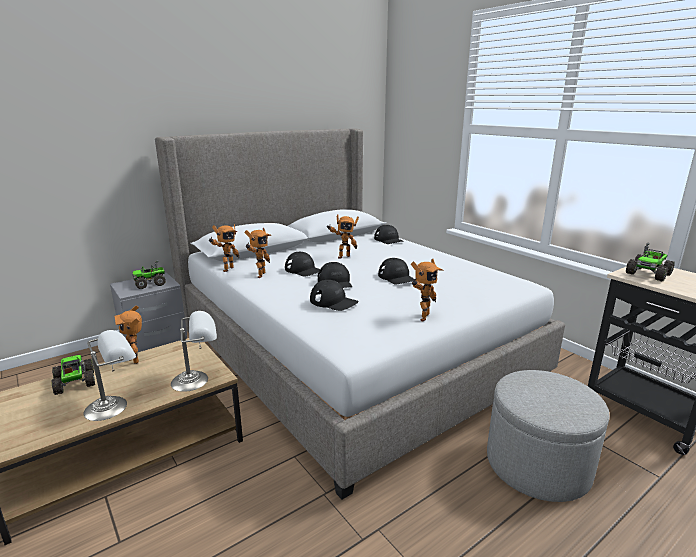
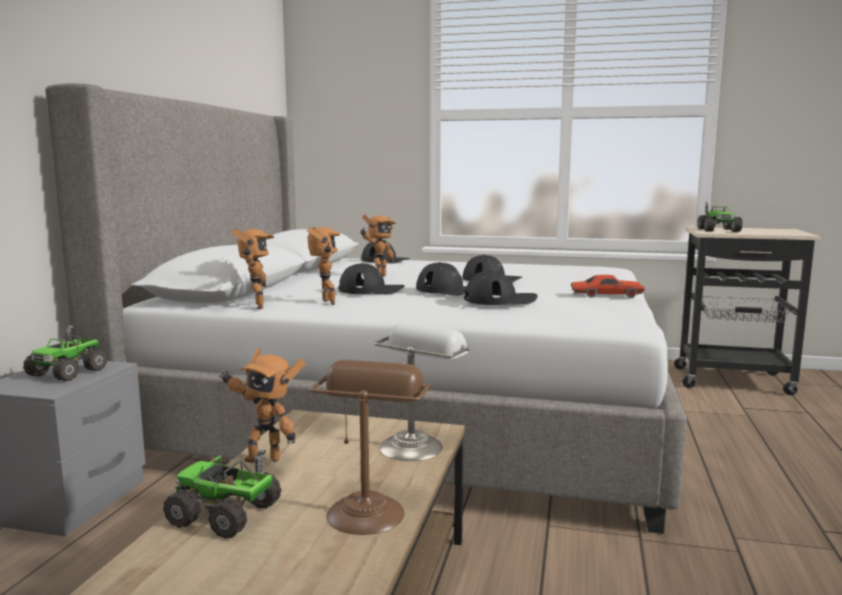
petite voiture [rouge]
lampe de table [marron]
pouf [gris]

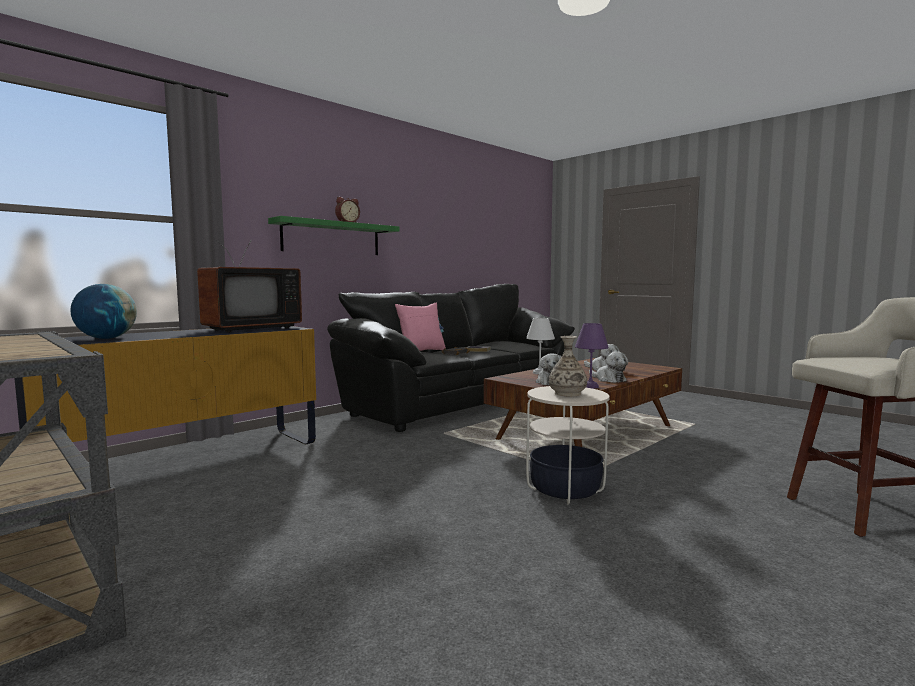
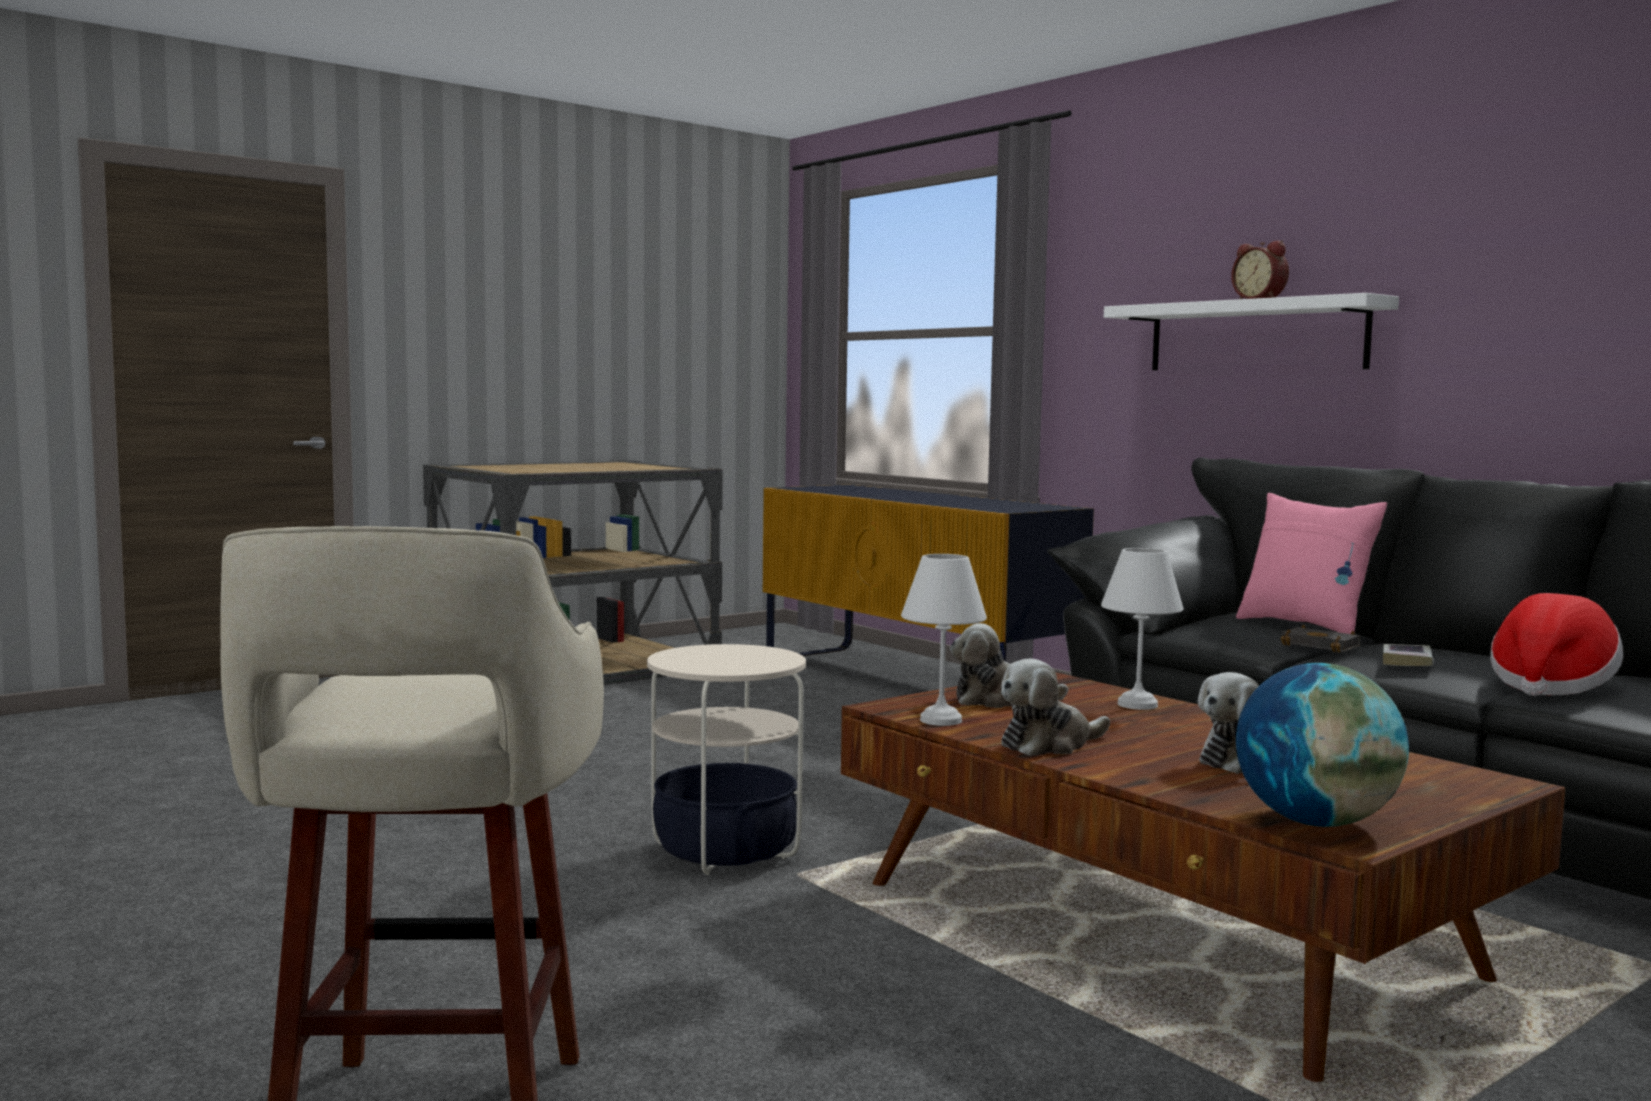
étagère [blanc]
téléviseur
globe
lampe de table [blanc] (no. 1 from left)
vase
chapeau

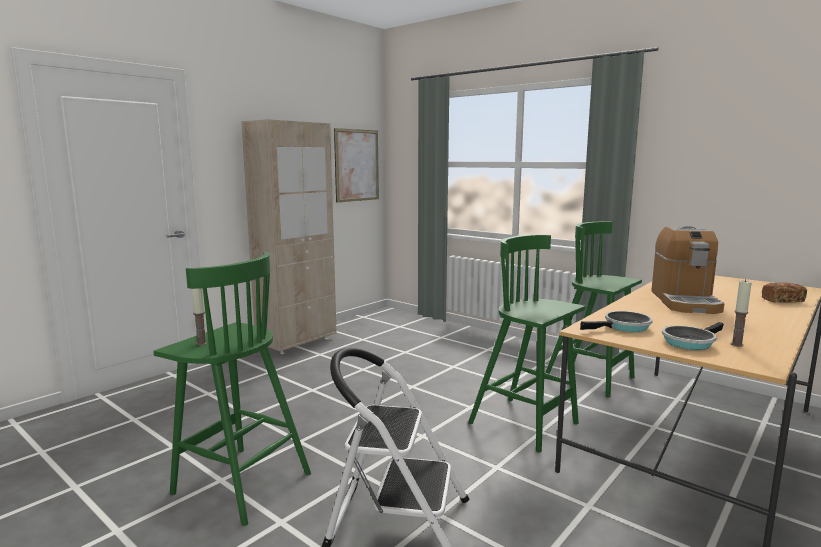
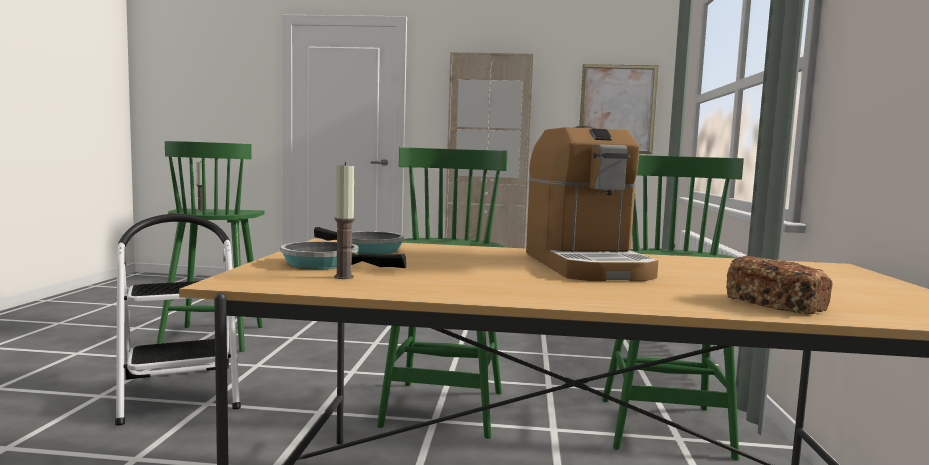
machine à café

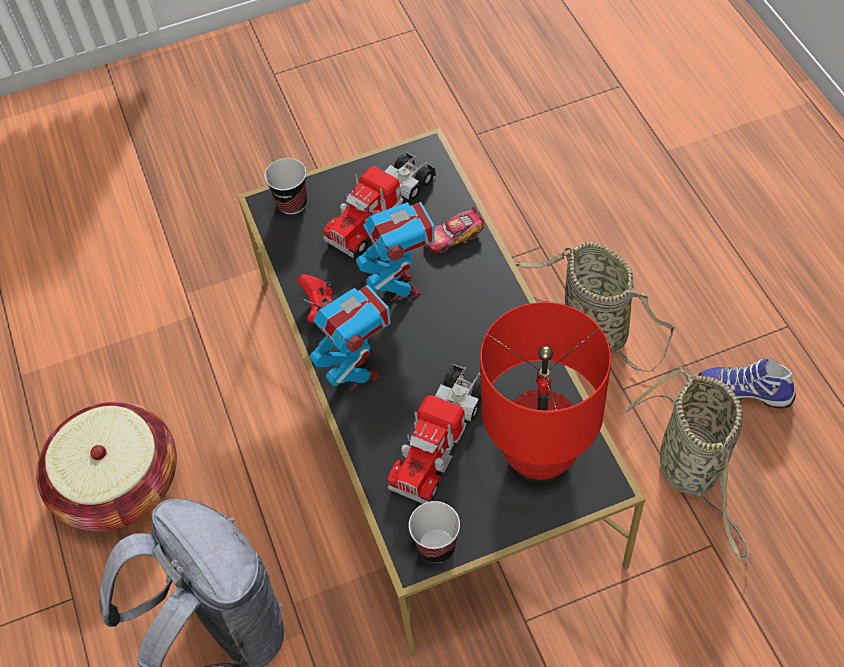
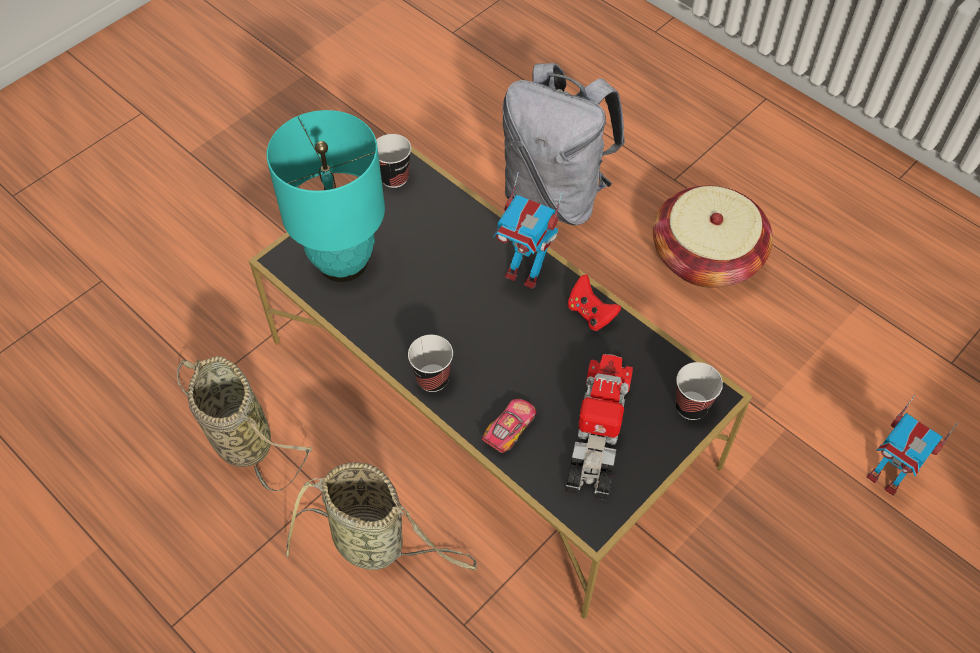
robot jouet (no. 2 from left)
lampe de table [turquoise]
chaussure
camion jouet (no. 2 from left in the first image)
tasse (no. 2 from left)

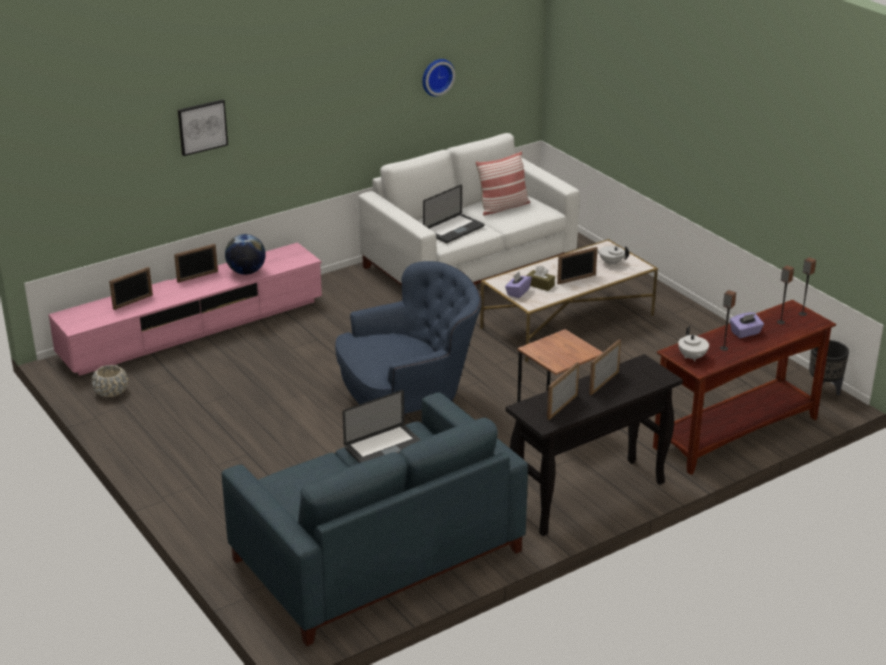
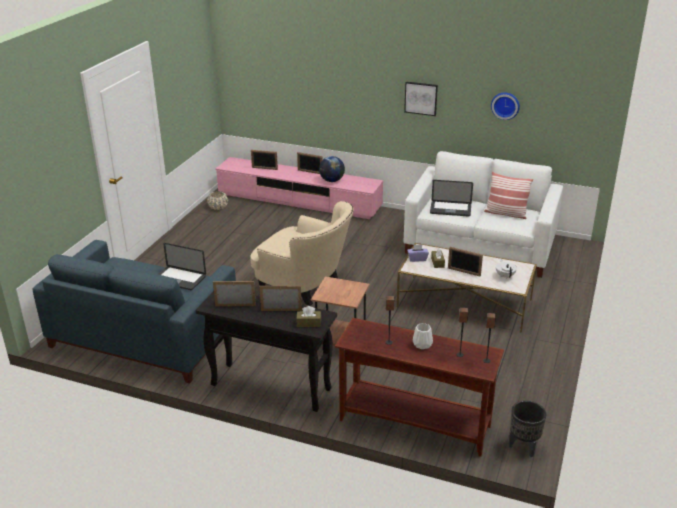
tableau
fauteuil [beige]
vase [blanc]
théière [blanc] (no. 2 from left in the first image)
boîte à mouchoirs [marron] (no. 1 from left)

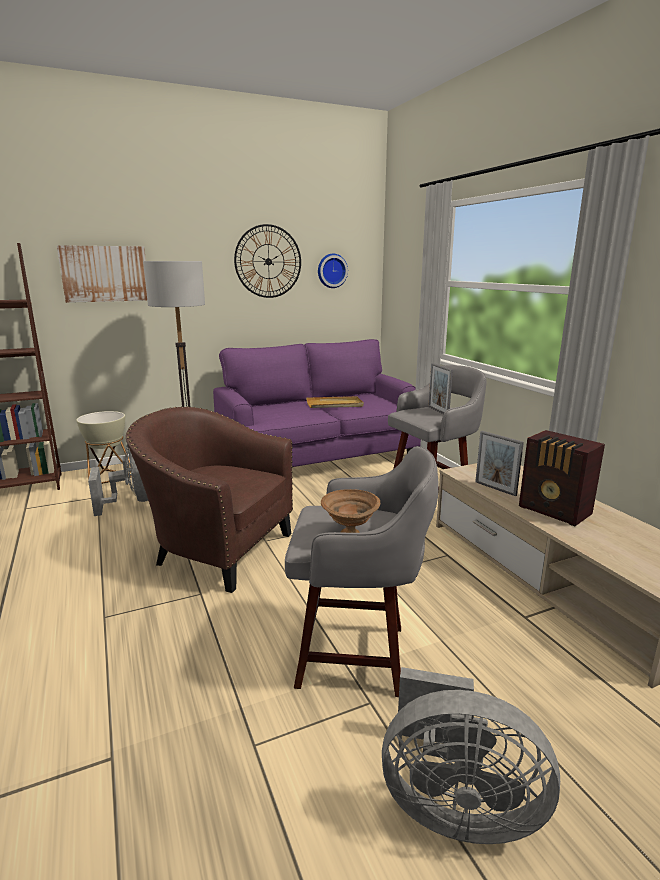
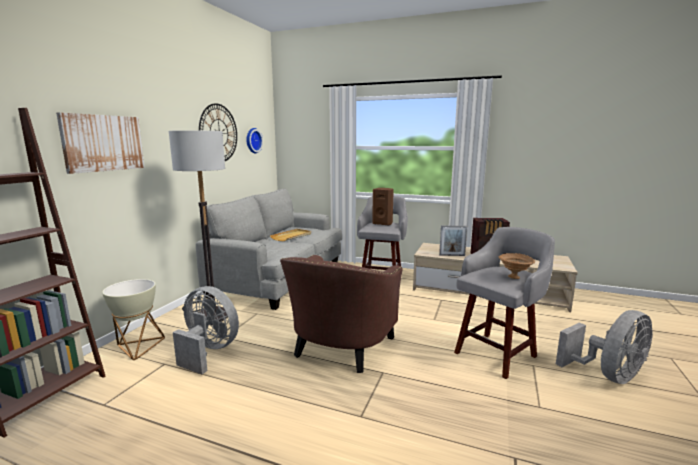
canapé [gris]
enceinte [marron]
fauteuil [marron]

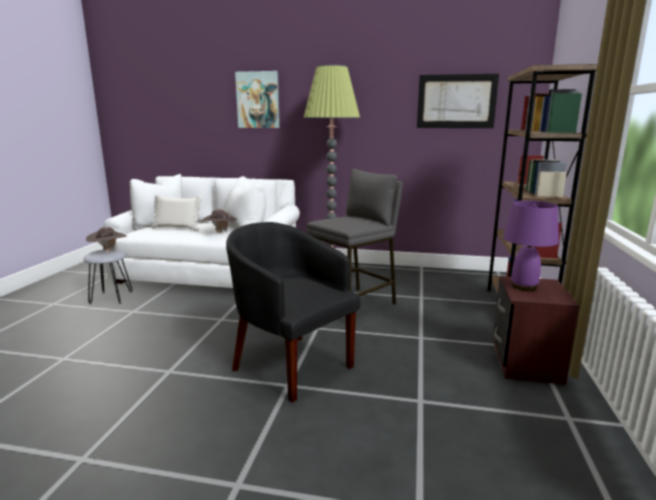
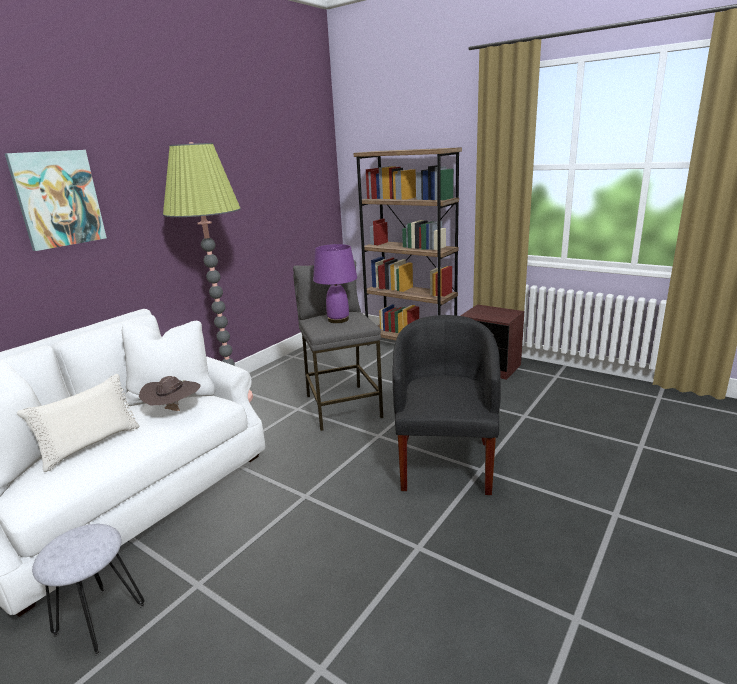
tableau (no. 2 from left in the first image)
lampe de table [violet]
fauteuil [noir]
chapeau [marron] (no. 1 from left in the first image)

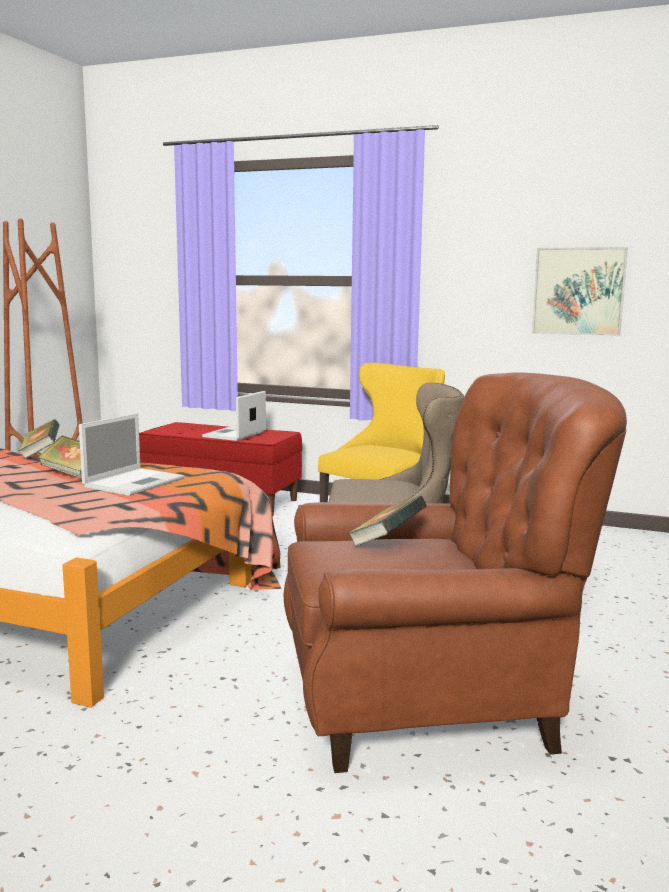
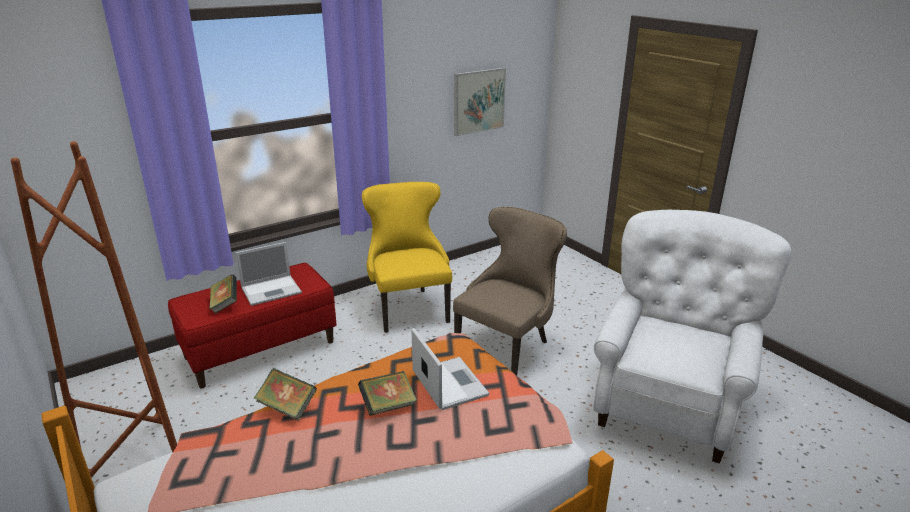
fauteuil [blanc]
ordinateur portable (no. 1 from left)
livre (no. 1 from left)

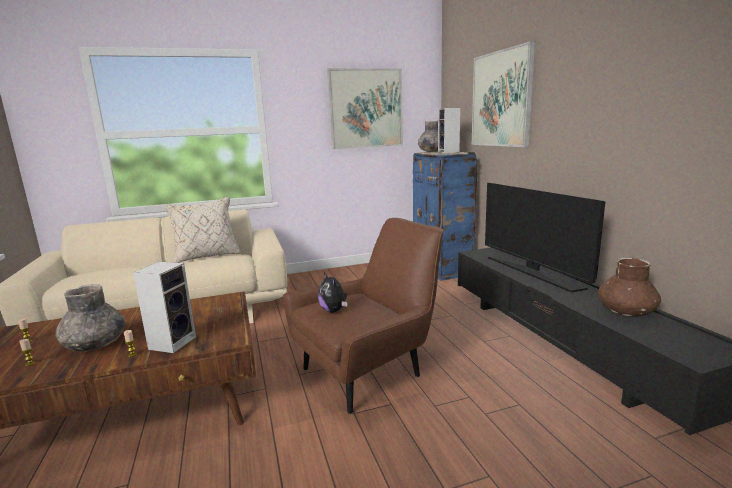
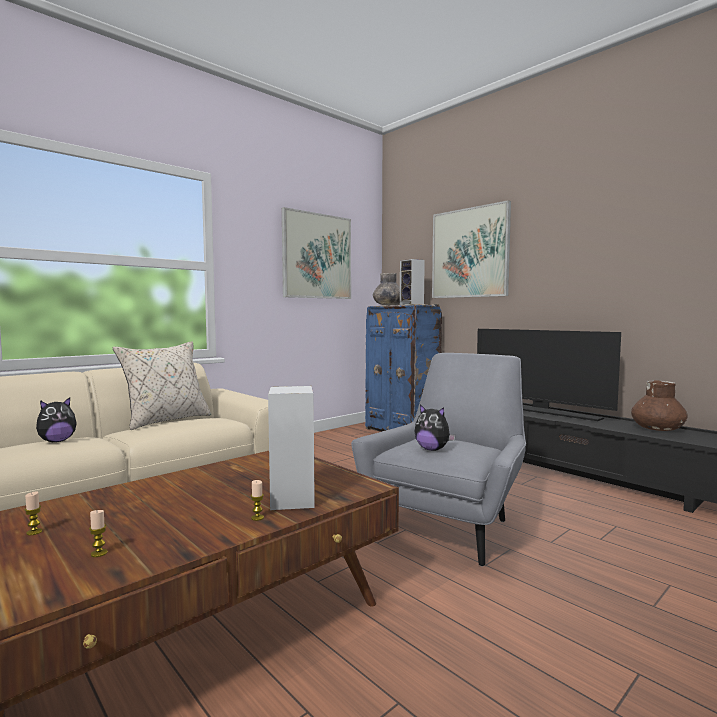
fauteuil [gris]
vase [gris] (no. 1 from left in the first image)
peluche (no. 1 from left)

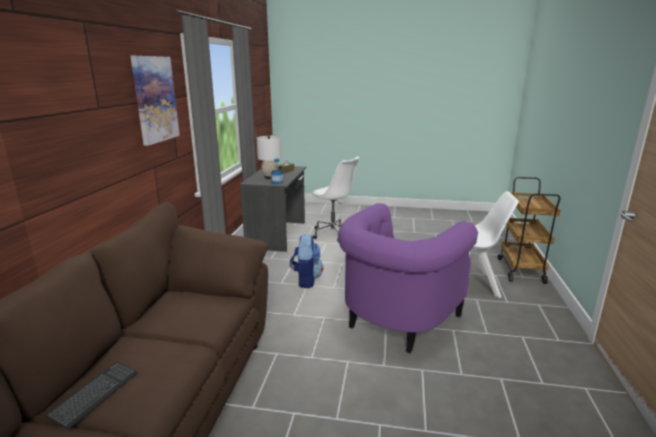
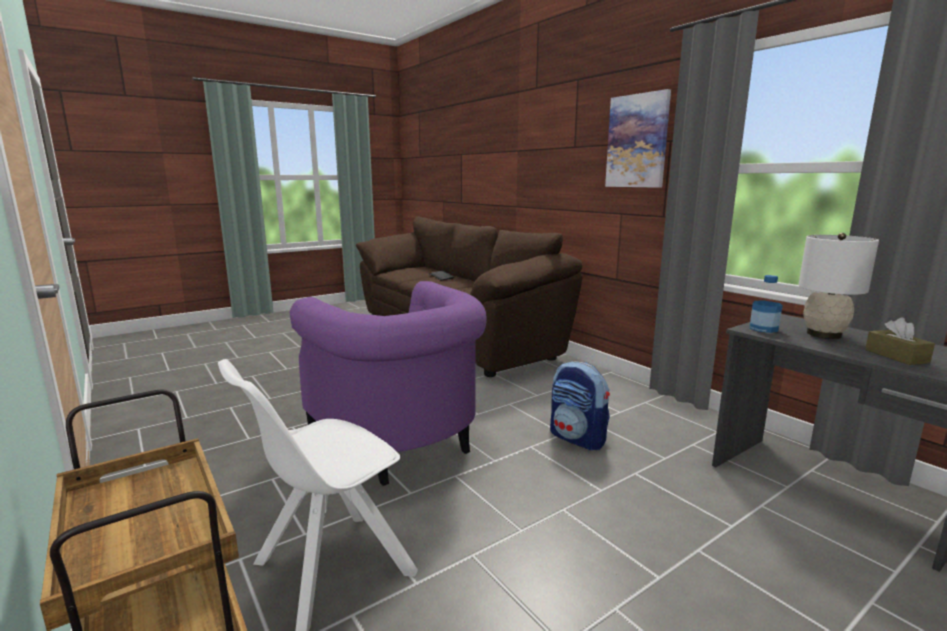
chaise de bureau [blanc]
fauteuil [violet]

